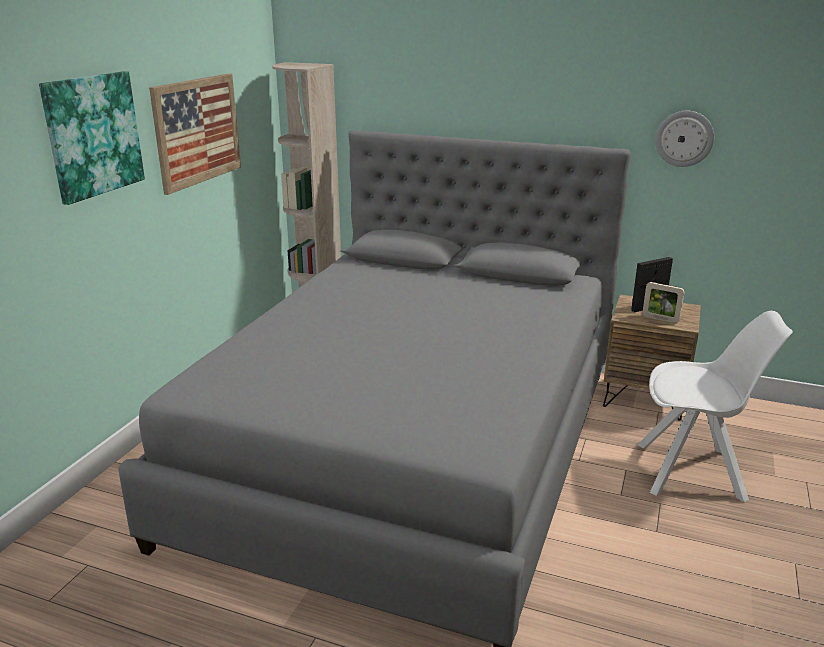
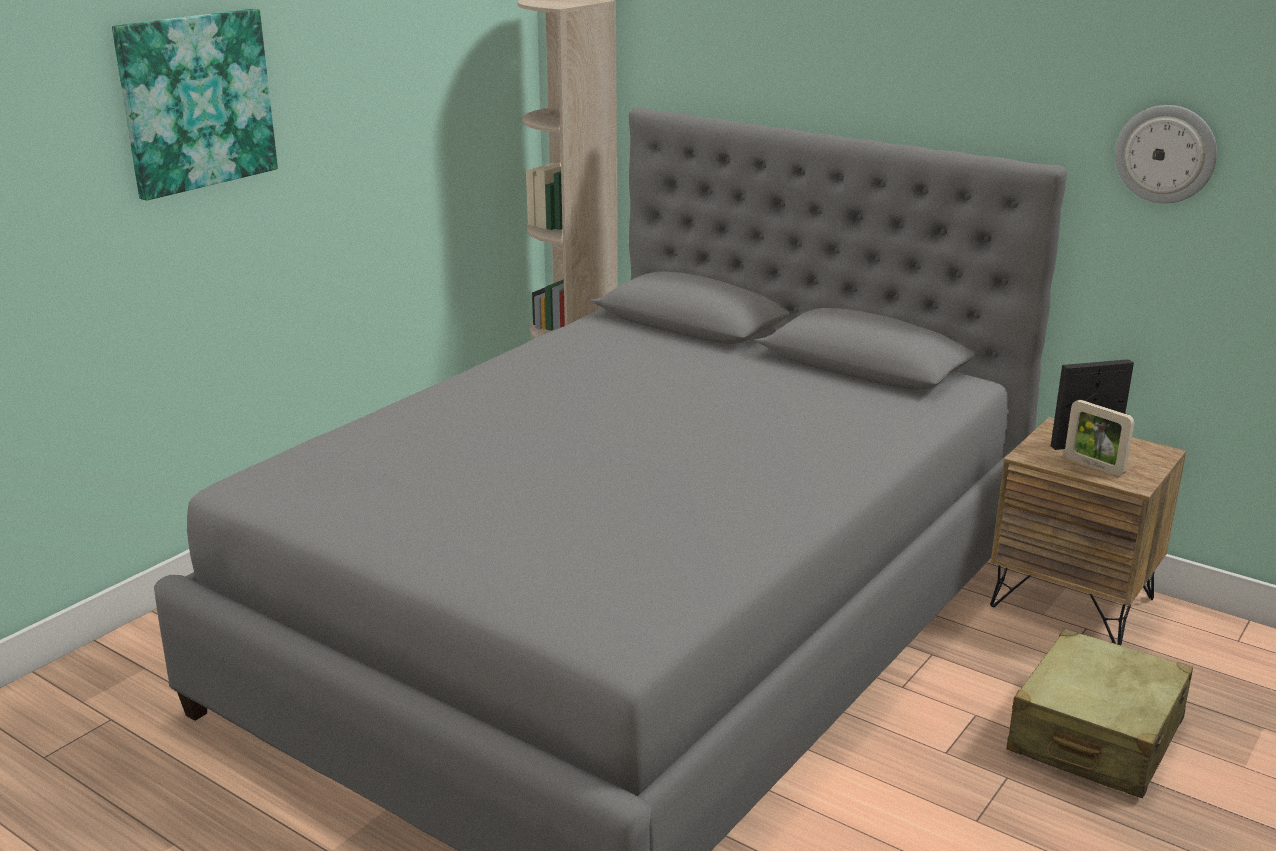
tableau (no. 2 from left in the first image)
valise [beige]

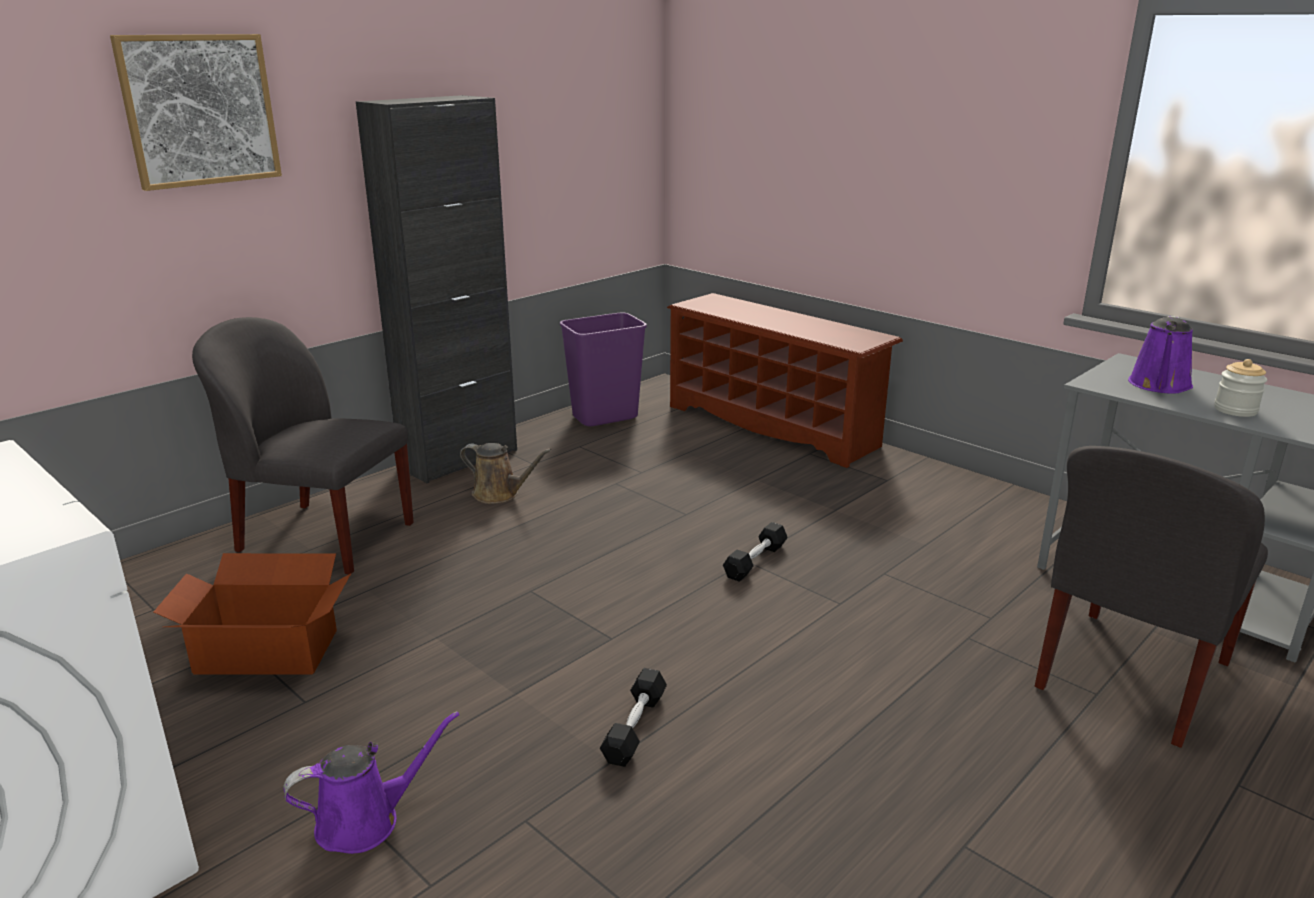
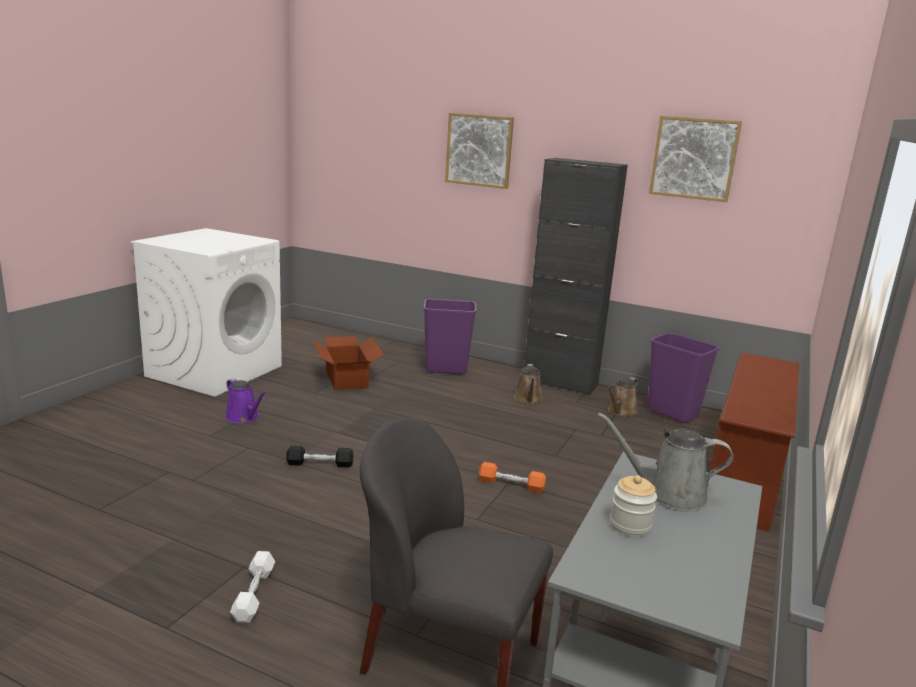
arrosoir [gris]
poubelle [violet] (no. 1 from left)
haltère [orange]
tableau (no. 2 from left)
arrosoir [marron] (no. 2 from left)
haltère [blanc]

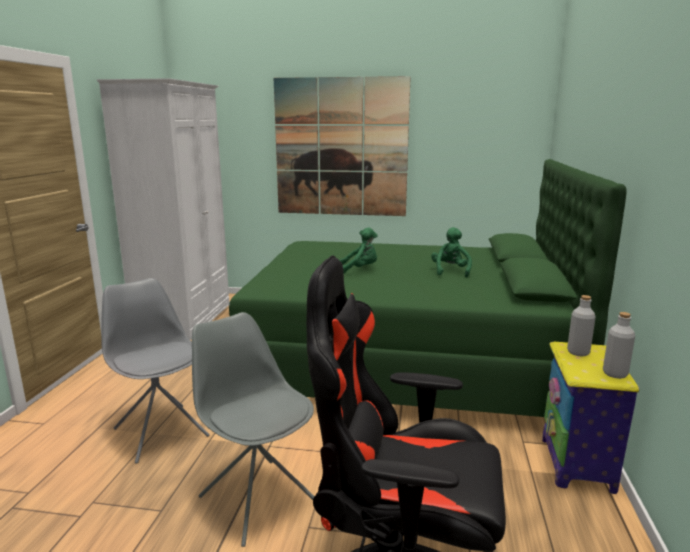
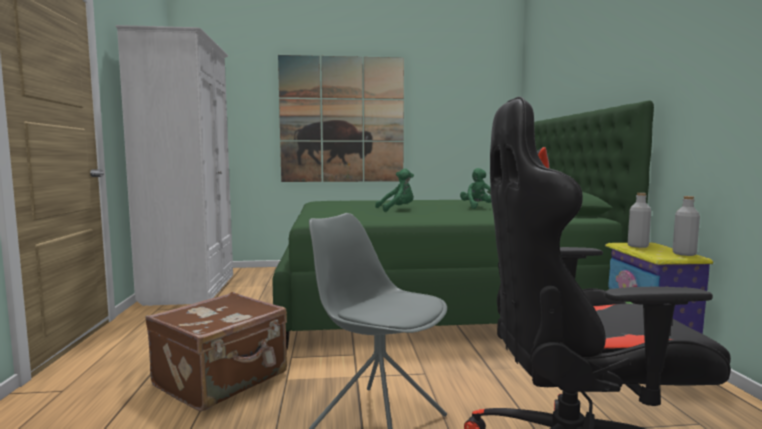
valise [marron]

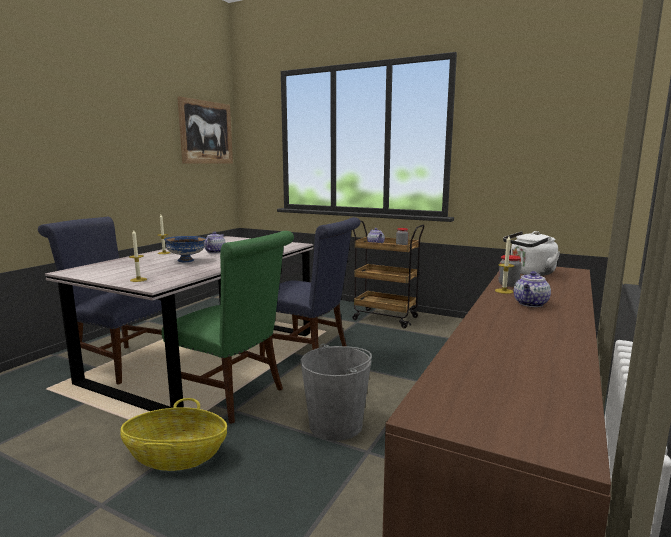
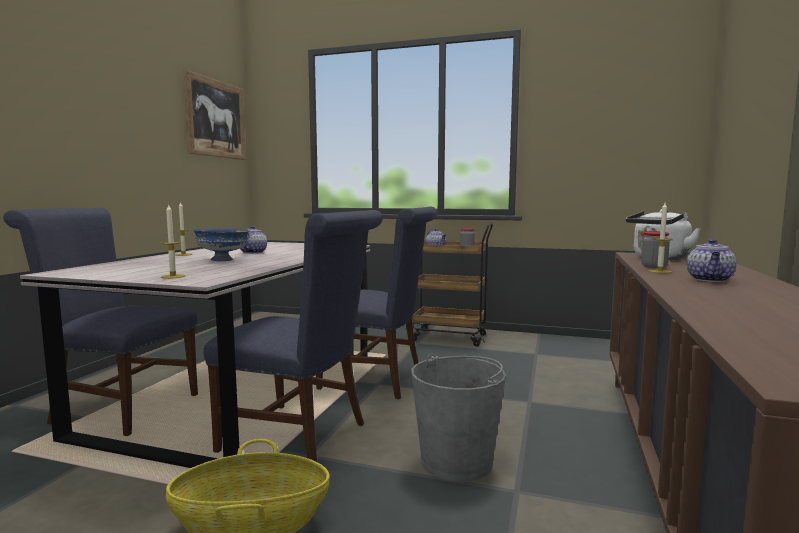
chaise [bleu] (no. 2 from left)

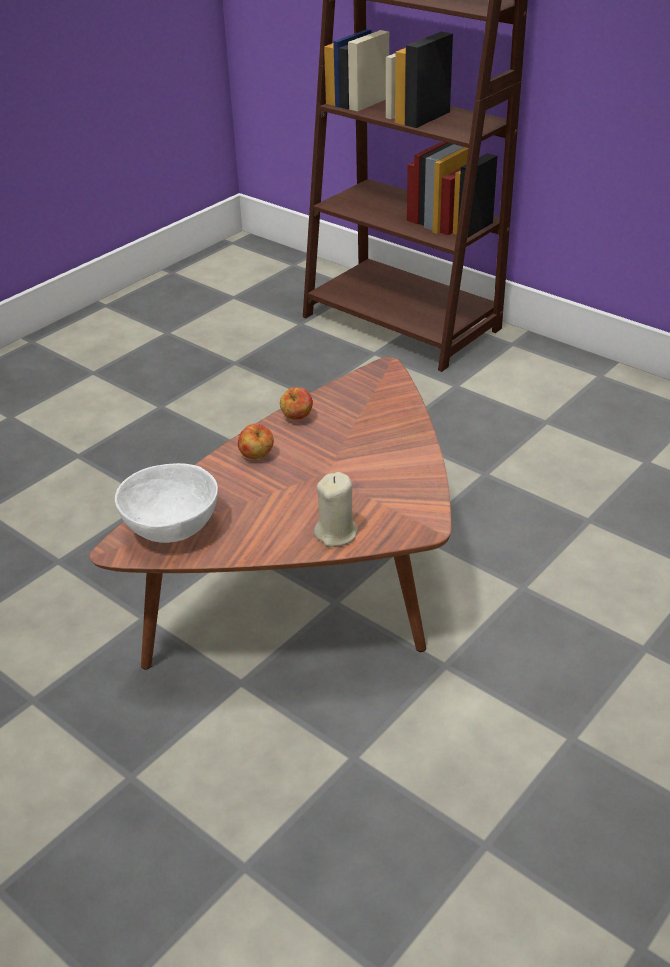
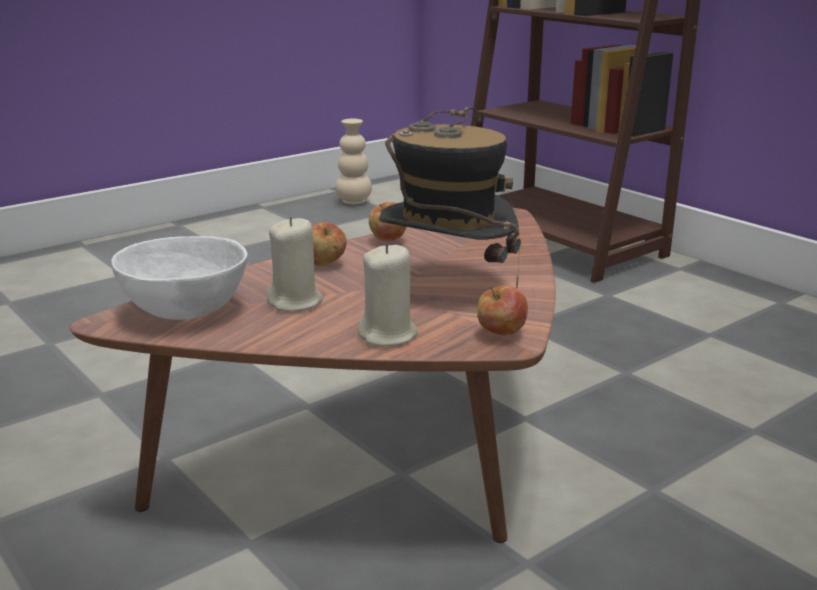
chapeau
vase [beige]
bougie [beige] (no. 1 from left)
pomme (no. 3 from left)

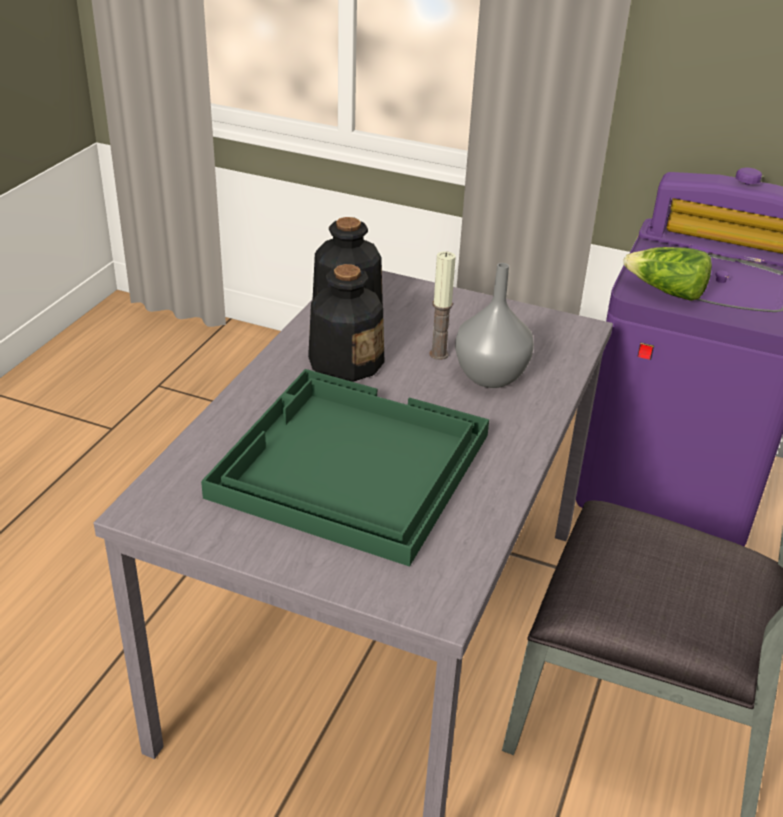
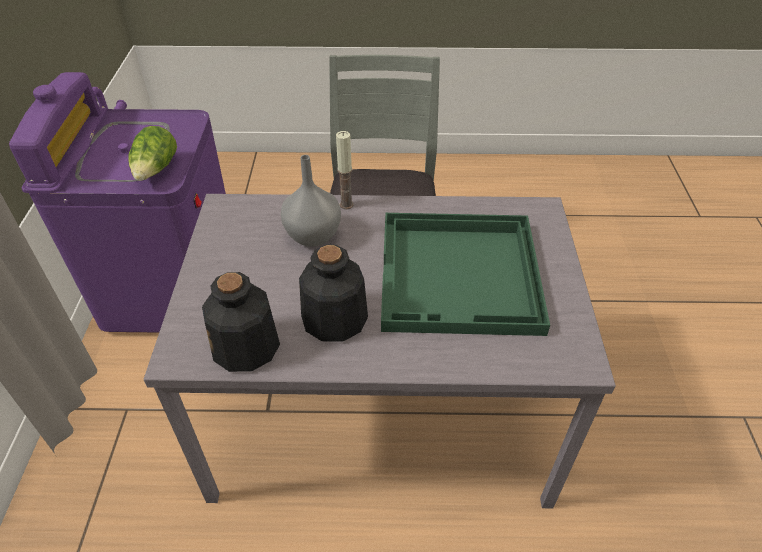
bougie

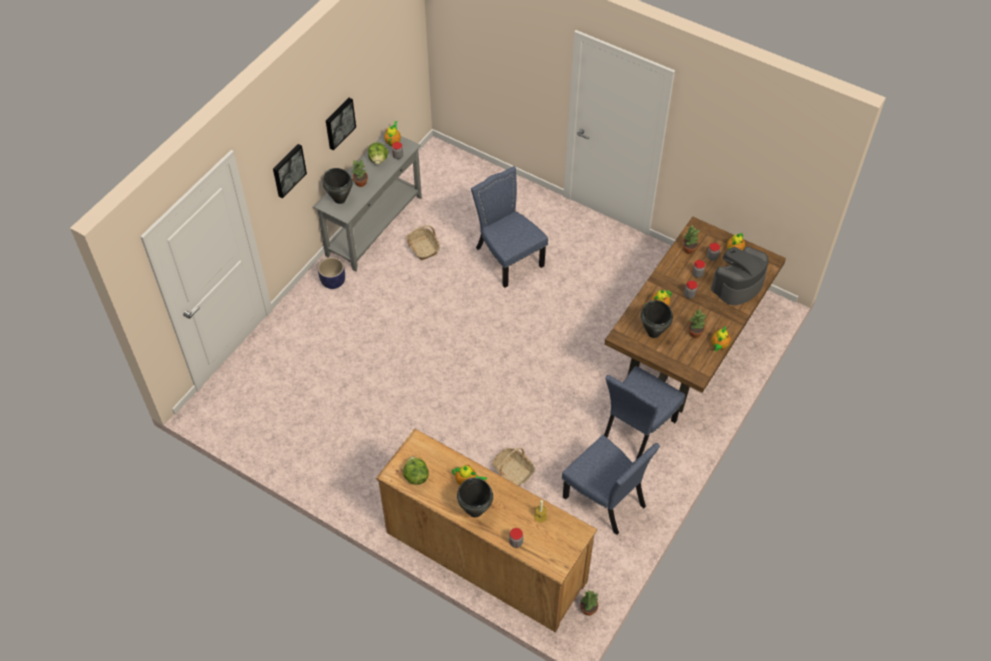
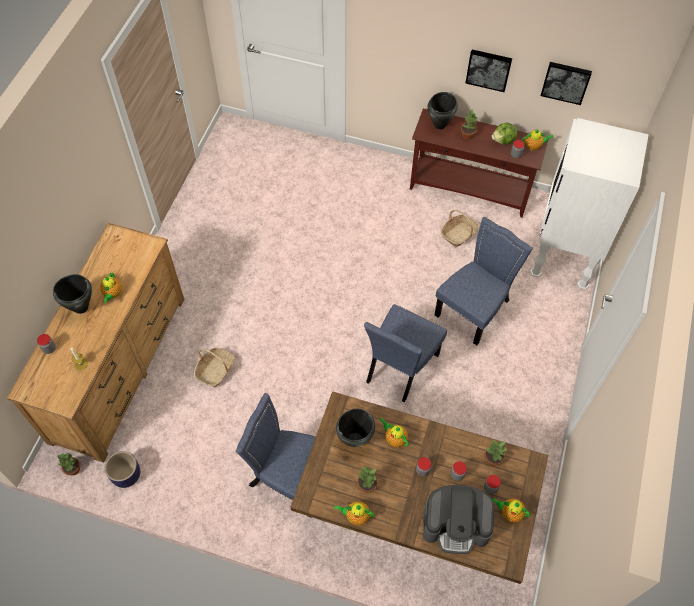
table console [marron]
tableau (no. 2 from left)
machine à café
cache-pot
chaise [bleu] (no. 2 from left)
laitue (no. 2 from left in the first image)
meuble de rangement [blanc]

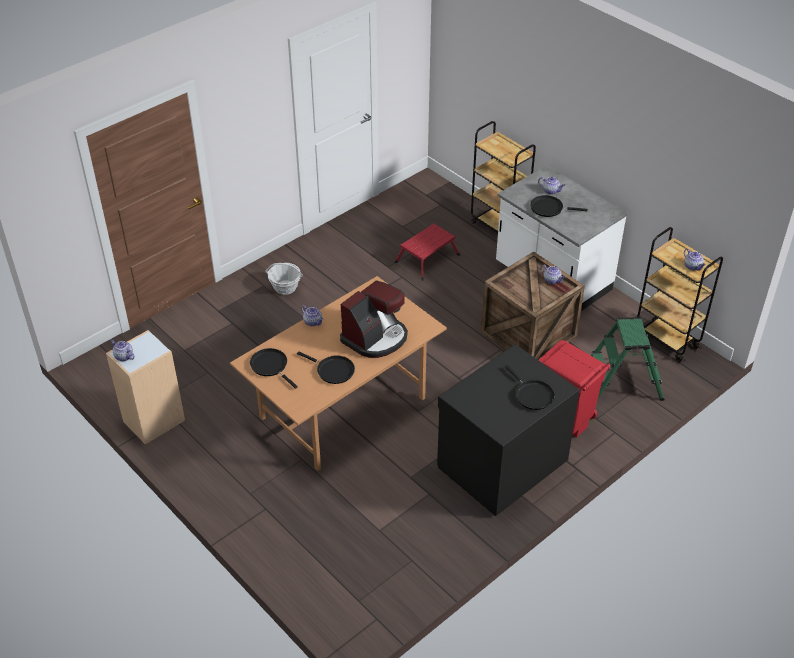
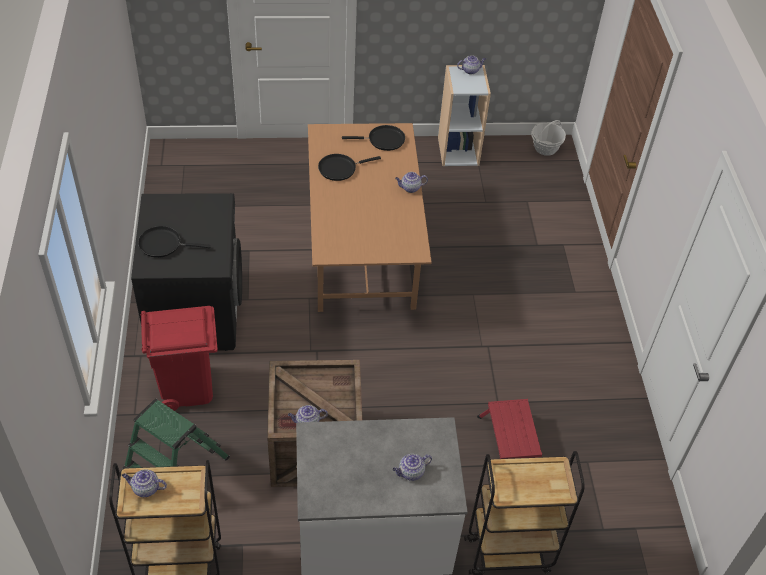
poêle [noir] (no. 4 from left in the first image)
panier
machine à café

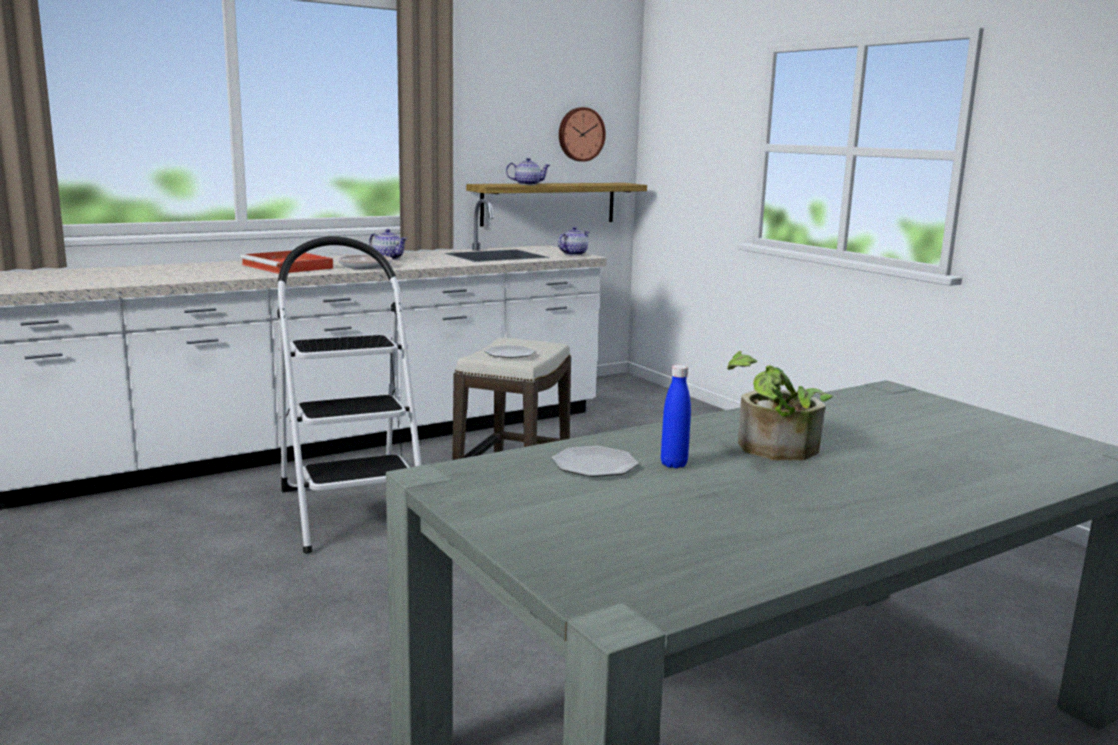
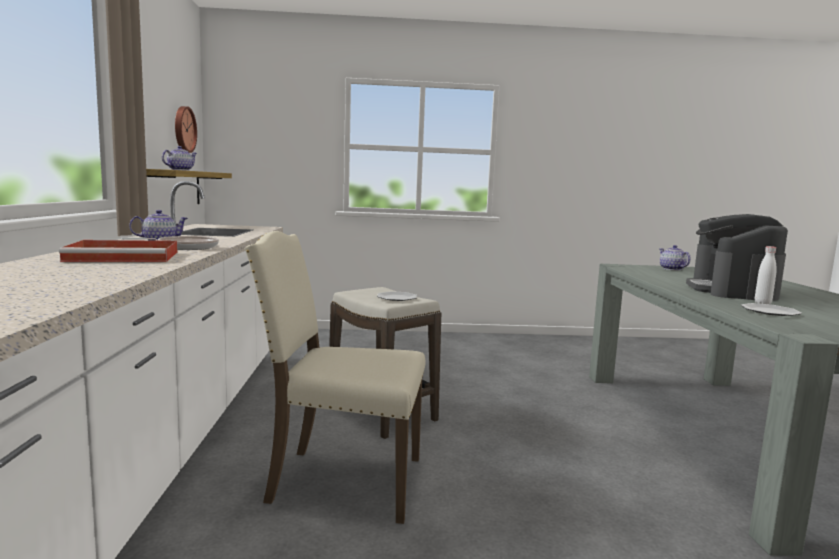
théière (no. 3 from left)
chaise [beige]
machine à café
bouteille [blanc]

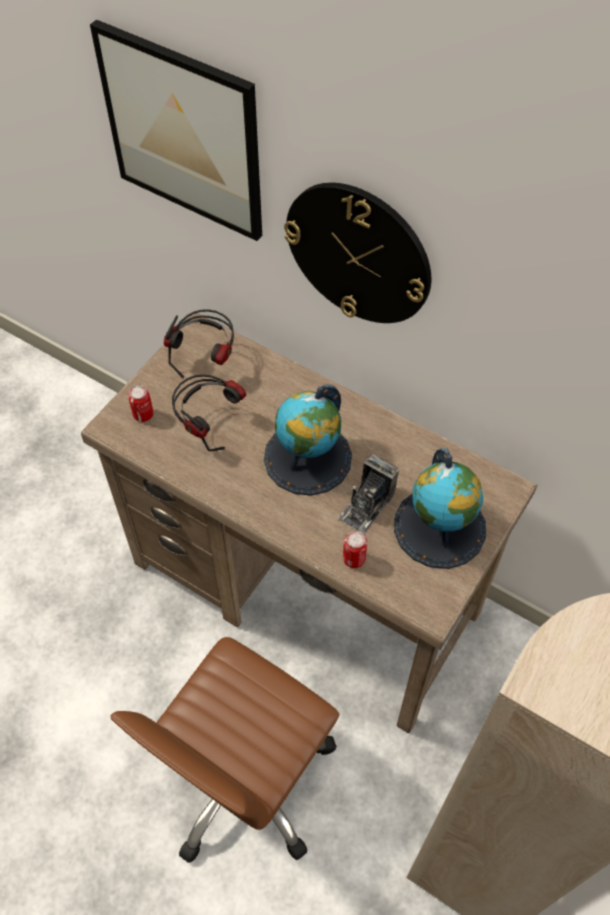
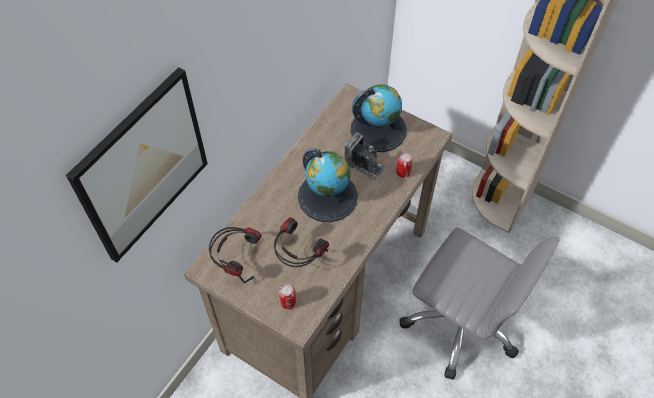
horloge murale
chaise de bureau [gris]

